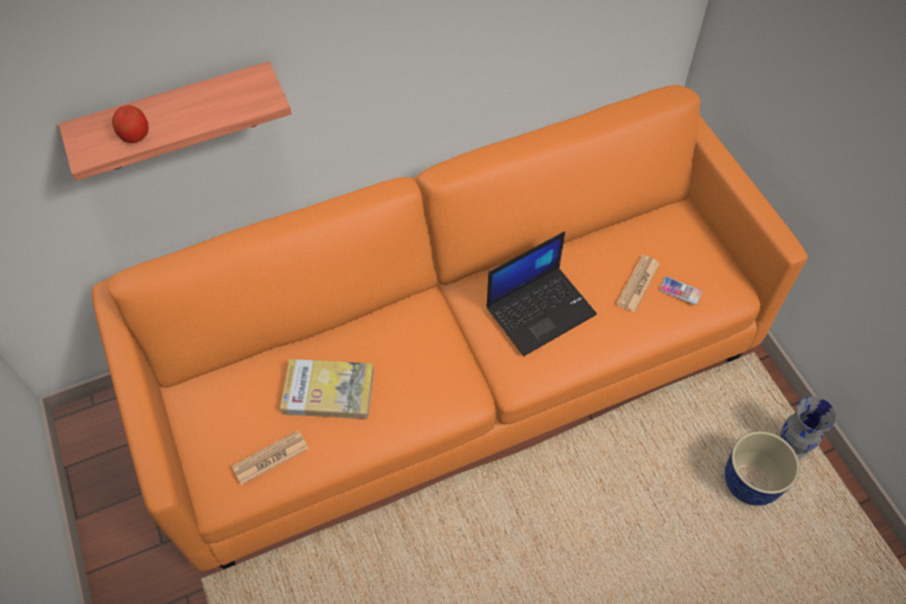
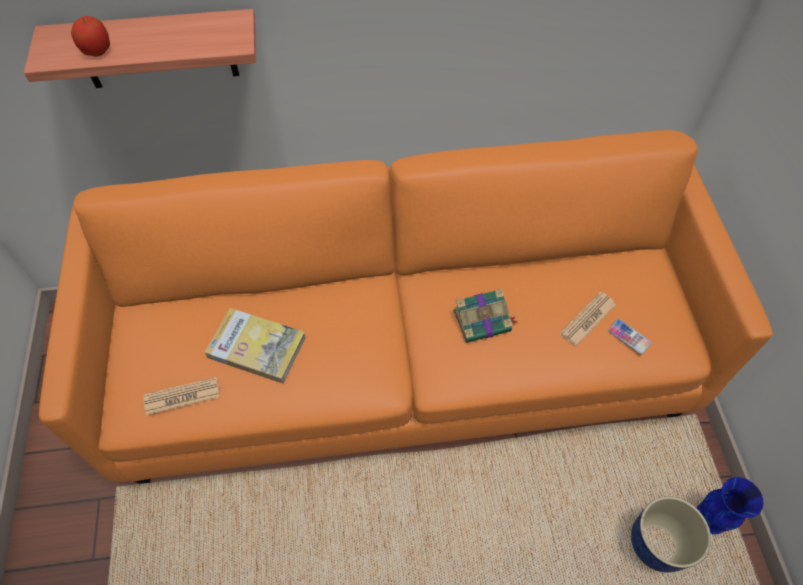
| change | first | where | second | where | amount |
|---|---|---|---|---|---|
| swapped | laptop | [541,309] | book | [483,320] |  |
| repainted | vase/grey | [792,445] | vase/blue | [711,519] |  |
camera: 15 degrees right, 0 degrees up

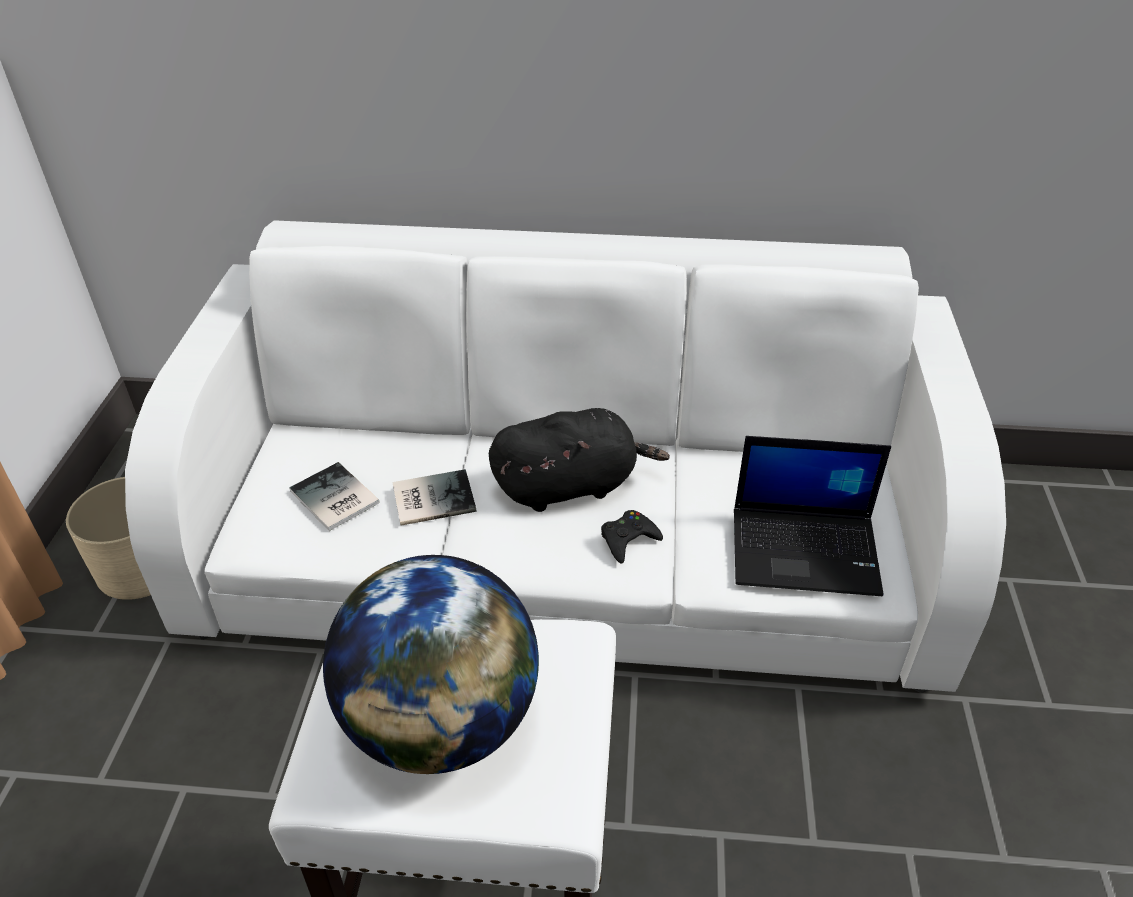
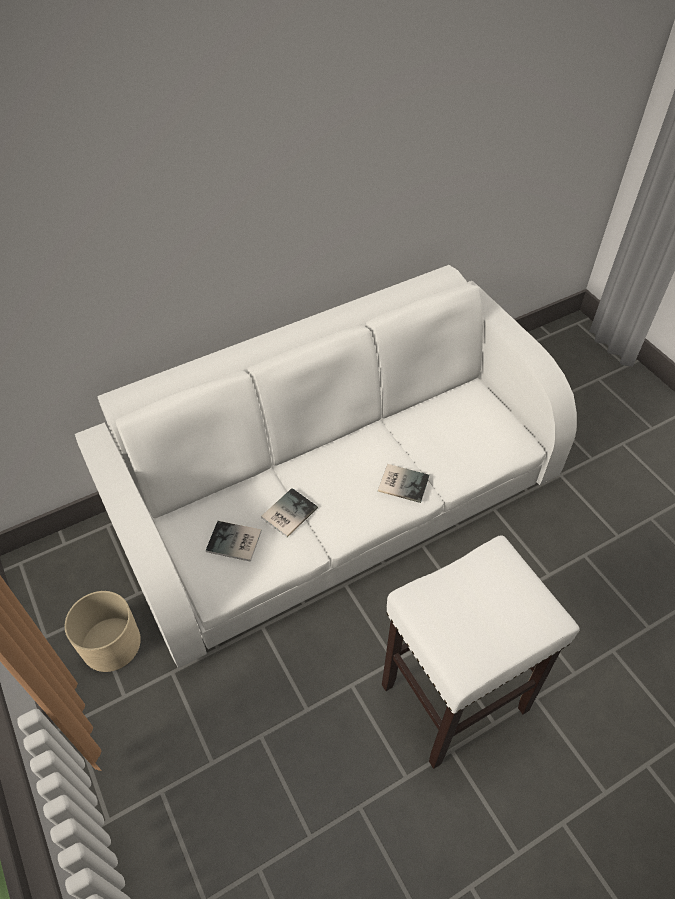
| change | first | where | second | where | amount |
|---|---|---|---|---|---|
| gone | plush toy/black | [570,486] |  |  |  |
| gone | laptop | [806,550] |  |  |  |
| swapped | game controller/black | [628,539] | book | [402,482] |  |
| gone | globe | [442,723] |  |  |  |
camera: 35 degrees left, 10 degrees up

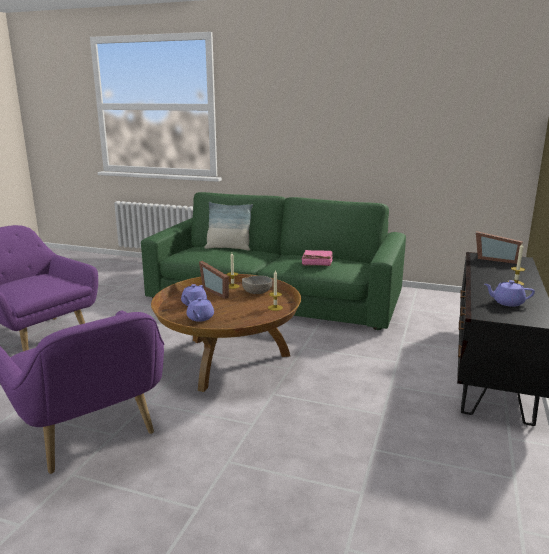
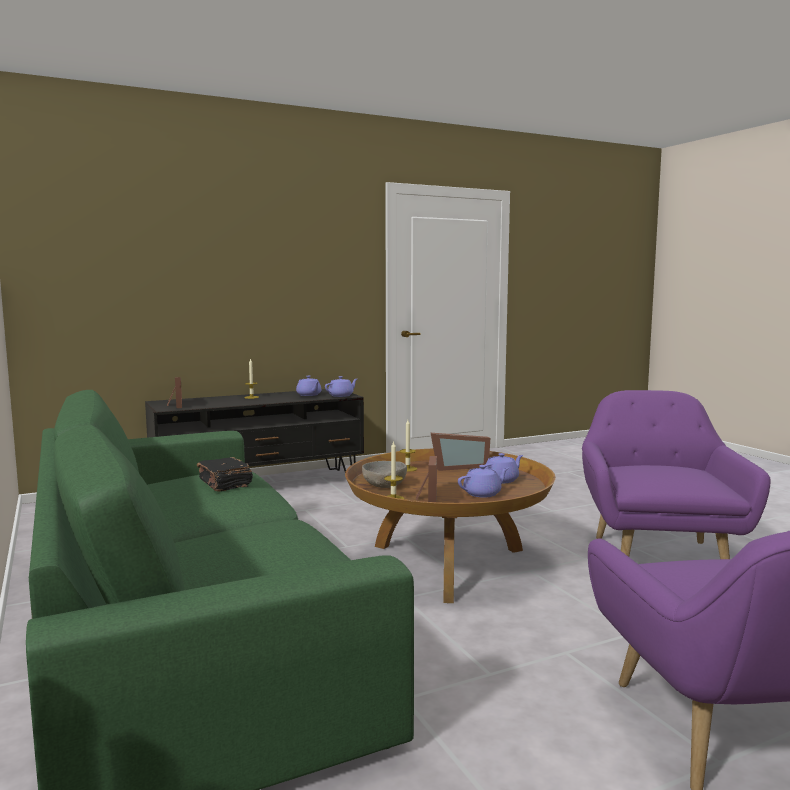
| change | first | where | second | where | amount |
|---|---|---|---|---|---|
| gone | pillow | [228,248] |  |  |  |
| repainted | book/pink | [316,264] | book/black | [225,484] |  |
| new |  |  | teapot/purple | [341,395] |  |
| new |  |  | picture frame | [458,467] |  |
camera: 135 degrees left, 10 degrees down

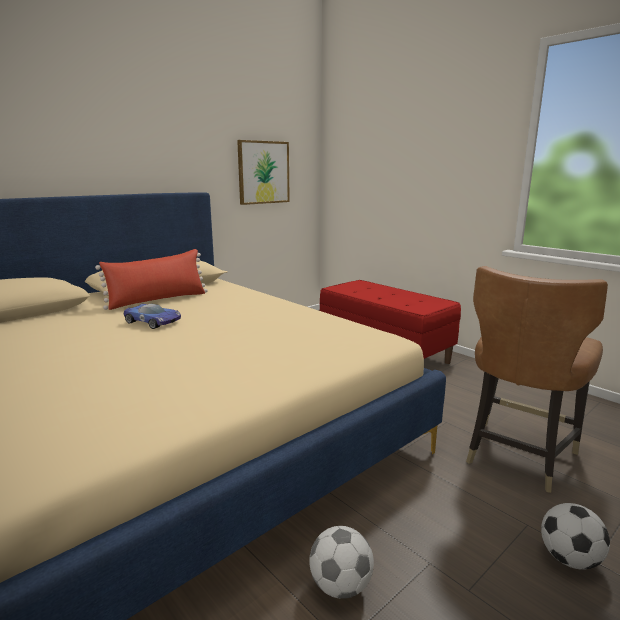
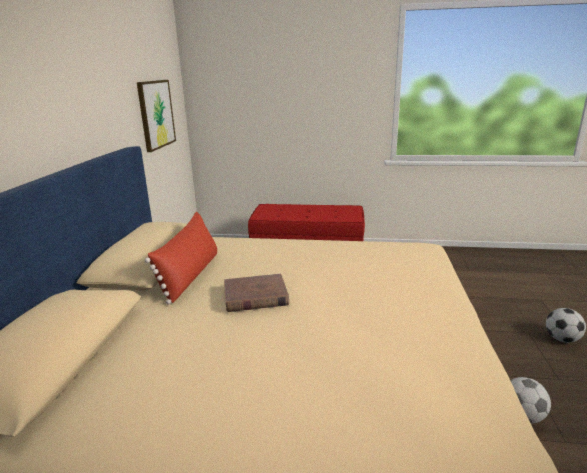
| change | first | where | second | where | amount |
|---|---|---|---|---|---|
| gone | chair/brown | [517,455] |  |  |  |
| swapped | toy car | [154,321] | book/brown | [255,296] |  |
camera: 40 degrees left, 5 degrees up

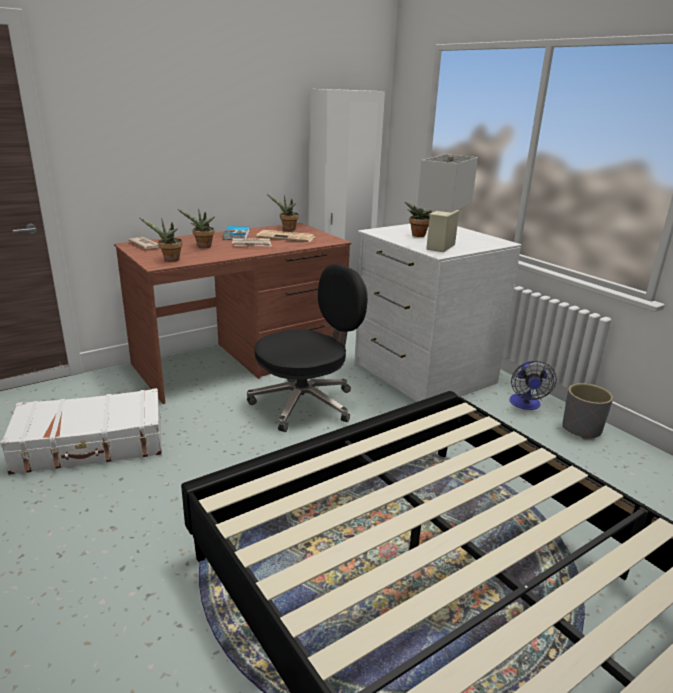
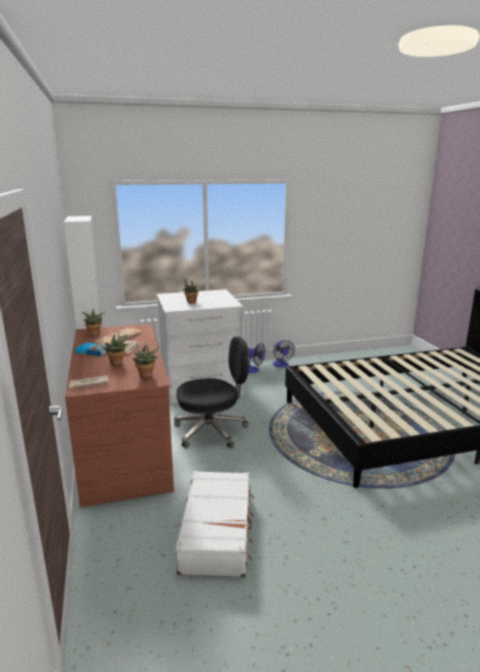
| change | first | where | second | where | amount |
|---|---|---|---|---|---|
| gone | table lamp/white | [440,247] |  |  |  |
| rotated | office chair/black | [305,403] |  | [212,431] | 90 degrees clockwise |
| swapped | planter/grey | [582,429] | fan | [281,365] |  |
camera: 70 degrees left, 5 degrees down

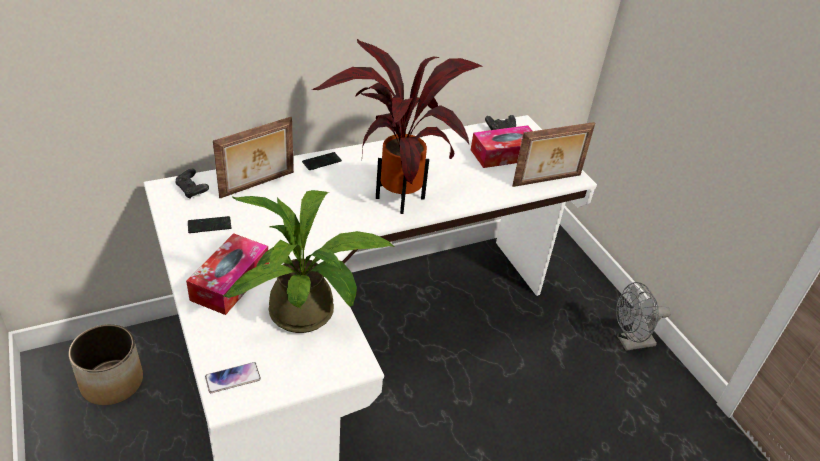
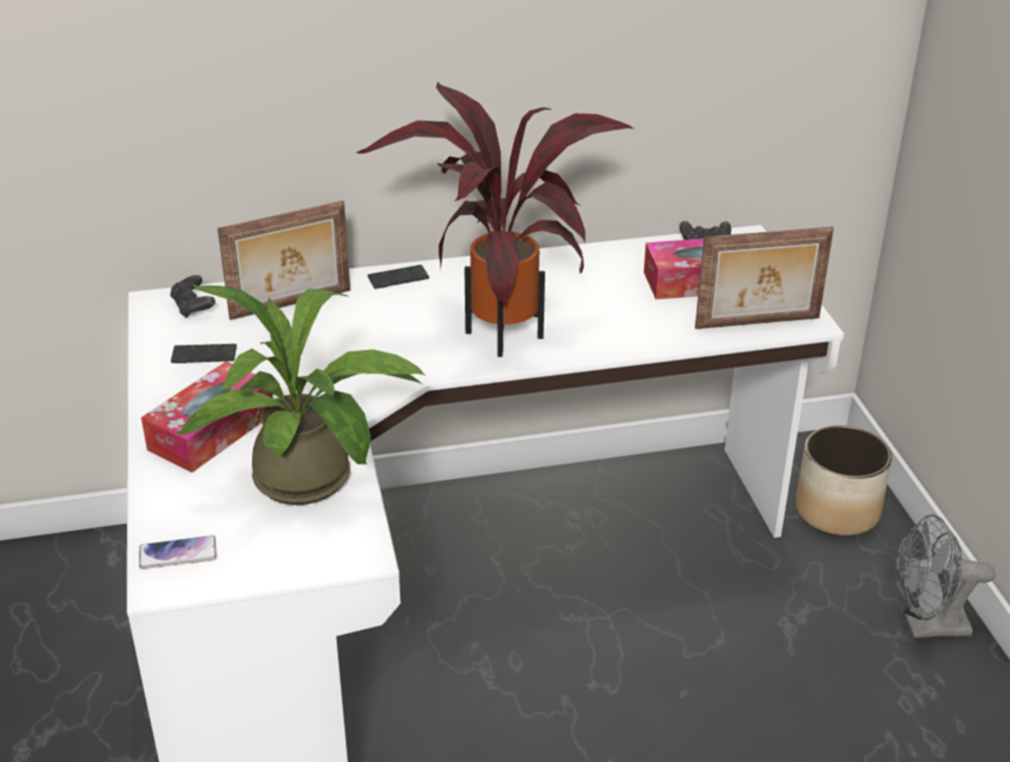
| change | first | where | second | where | amount |
|---|---|---|---|---|---|
| shifted | planter | [112,382] |  | [837,510] |  |
camera: 15 degrees right, 5 degrees down

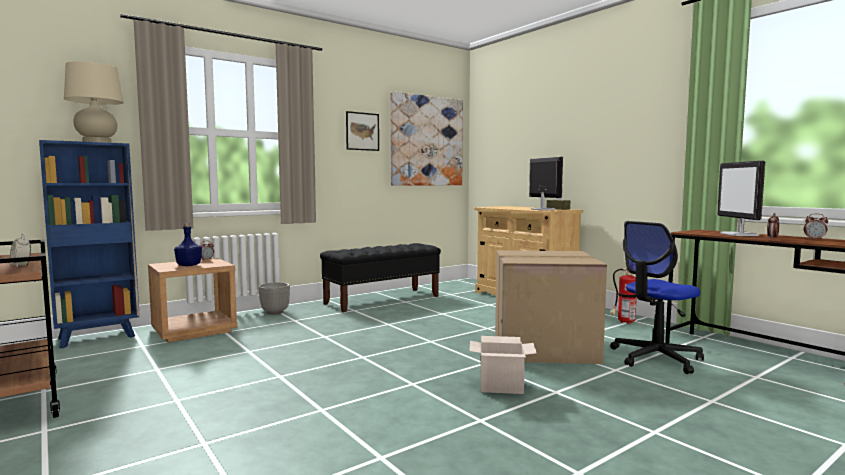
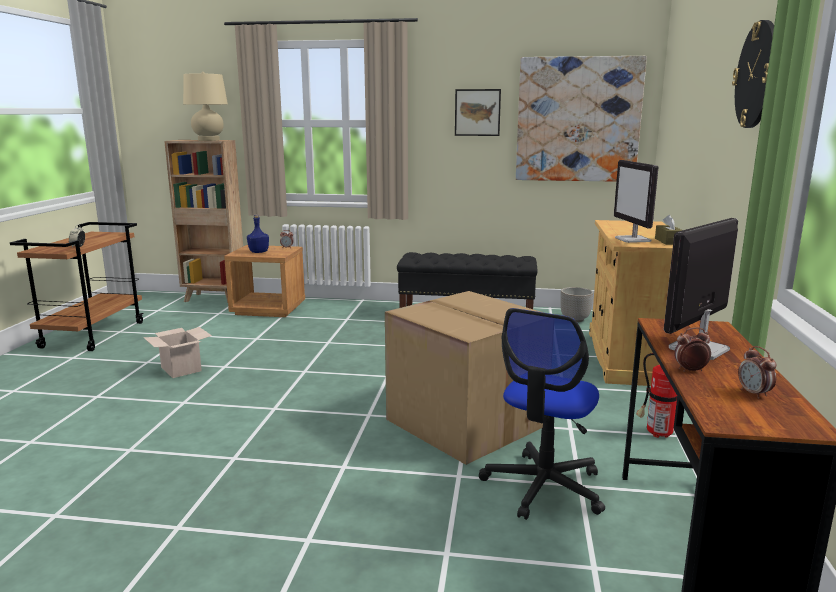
| change | first | where | second | where | amount |
|---|---|---|---|---|---|
| repainted | bookcase/blue | [99,337] | bookcase/brown | [215,299] |  |
| rotated | monitor | [542,209] |  | [633,240] | 150 degrees clockwise |
| rotated | office chair | [655,358] |  | [543,487] | 75 degrees counterclockwise |
| shifted | planter | [274,312] |  | [574,319] |  |
| shifted | cardboard box | [502,386] |  | [182,369] |  |
| new |  |  | wall clock | [757,75] |  |
camera: 45 degrees right, 10 degrees up

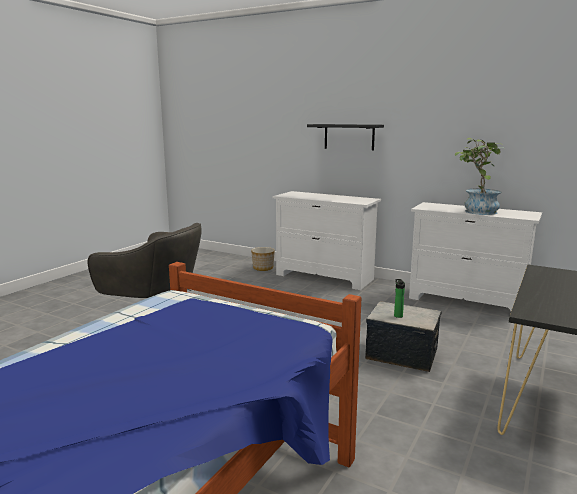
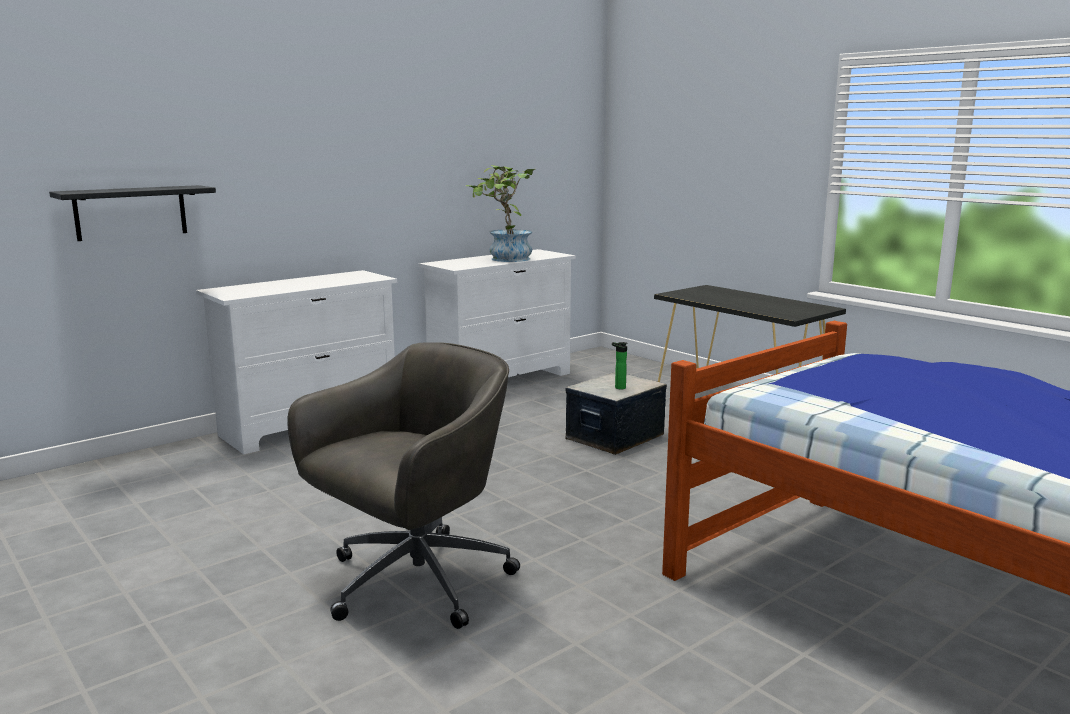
| change | first | where | second | where | amount |
|---|---|---|---|---|---|
| shifted | shelf/black | [349,136] |  | [131,212] |  |
| gone | planter | [263,268] |  |  |  |
camera: 70 degrees left, 0 degrees up

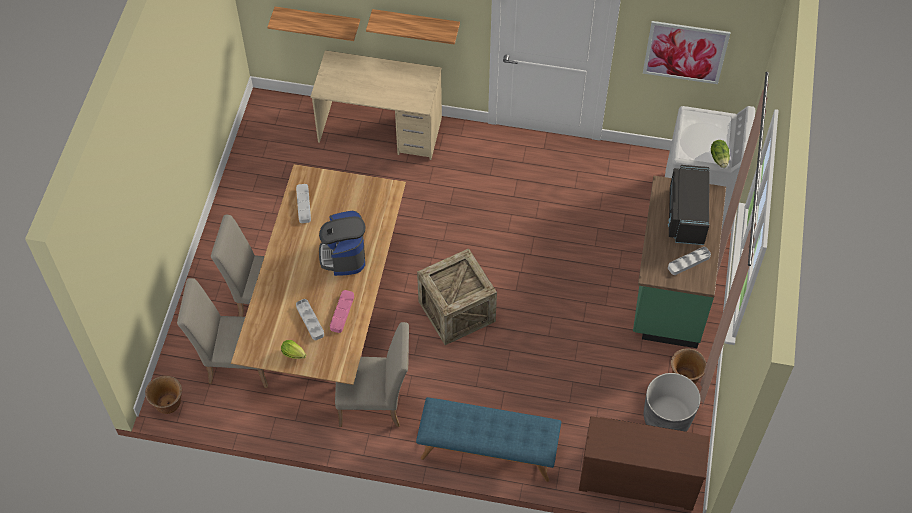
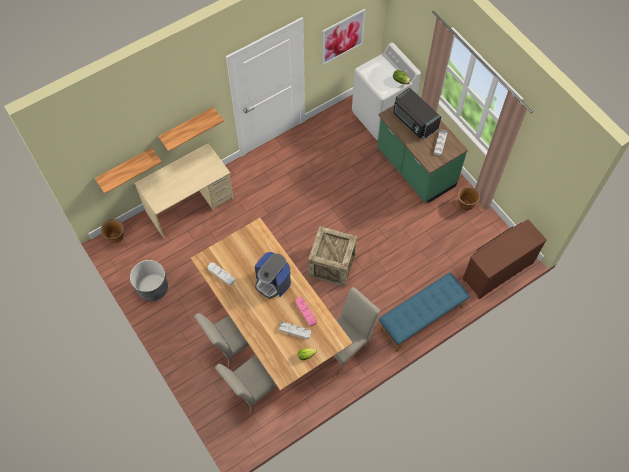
| change | first | where | second | where | amount |
|---|---|---|---|---|---|
| shifted | planter/grey | [667,418] |  | [153,288] |  |
| shifted | planter/brown | [168,404] |  | [116,237] |  |
camera: 45 degrees left, 5 degrees up

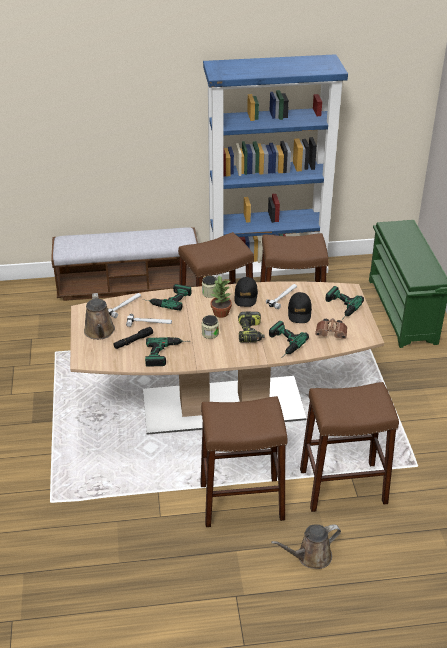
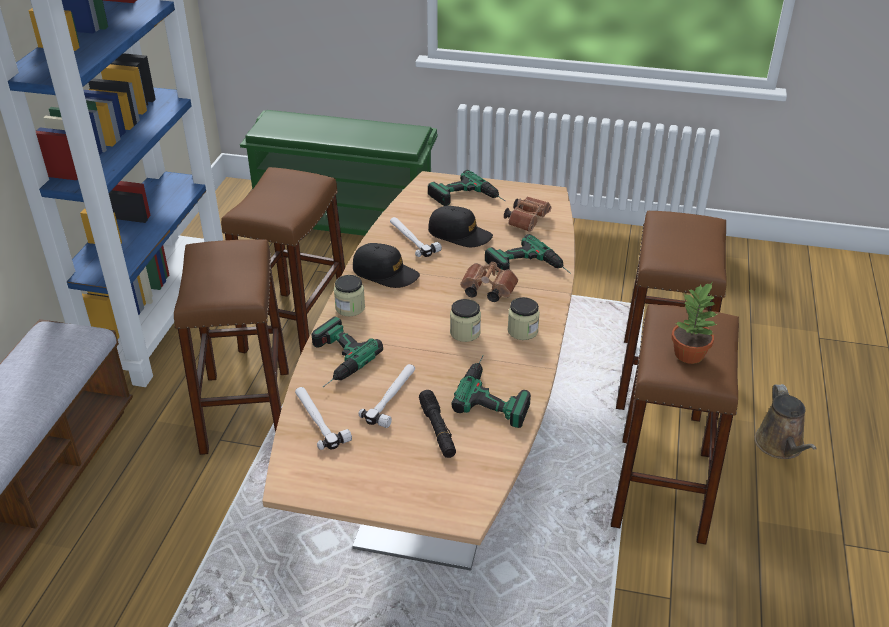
| change | first | where | second | where | amount |
|---|---|---|---|---|---|
| shifted | potted plant | [221,313] |  | [690,354] |  |
| gone | watering can/brown | [99,332] |  |  |  |
| swapped | power drill | [250,333] | binoculars/brown | [486,291] |  |
| new |  |  | jar | [522,331] |  |
camera: 70 degrees left, 0 degrees up

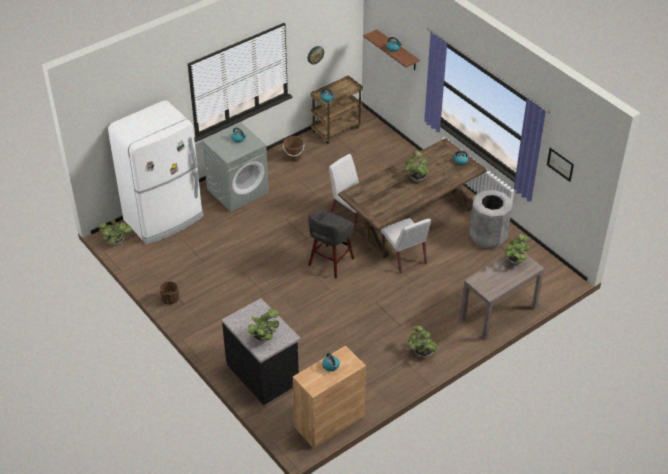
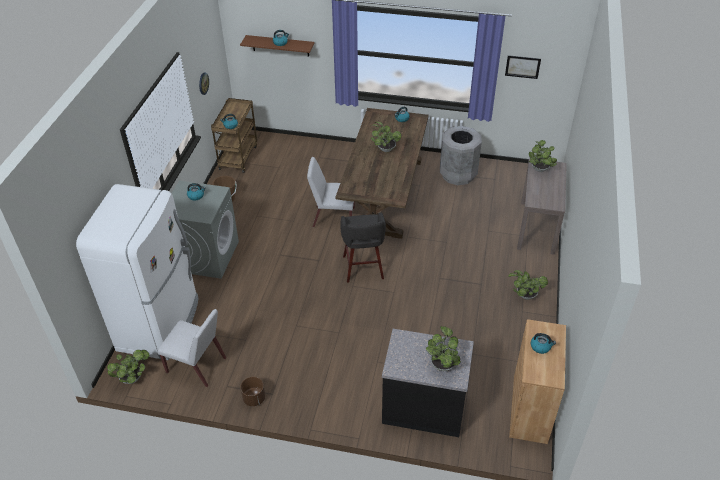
| change | first | where | second | where | amount |
|---|---|---|---|---|---|
| shifted | chair/white | [404,257] |  | [197,365] |  |
camera: 40 degrees left, 0 degrees up

